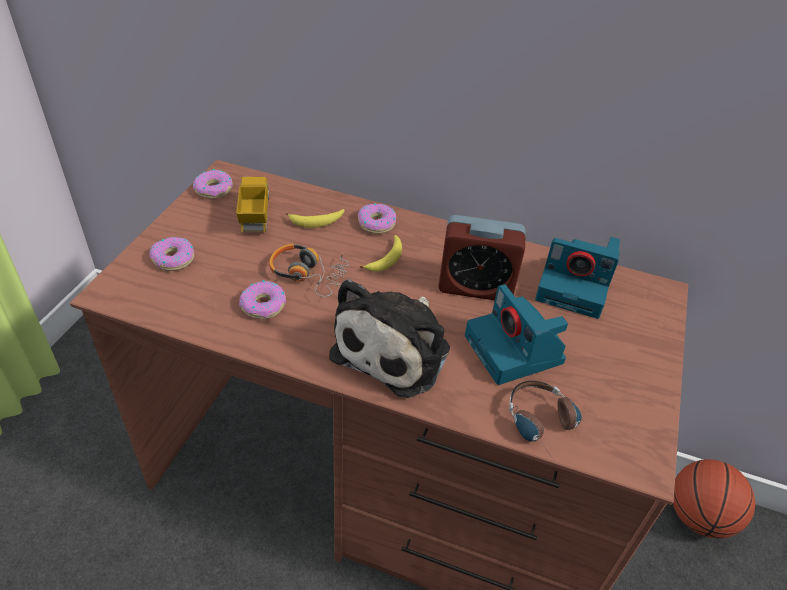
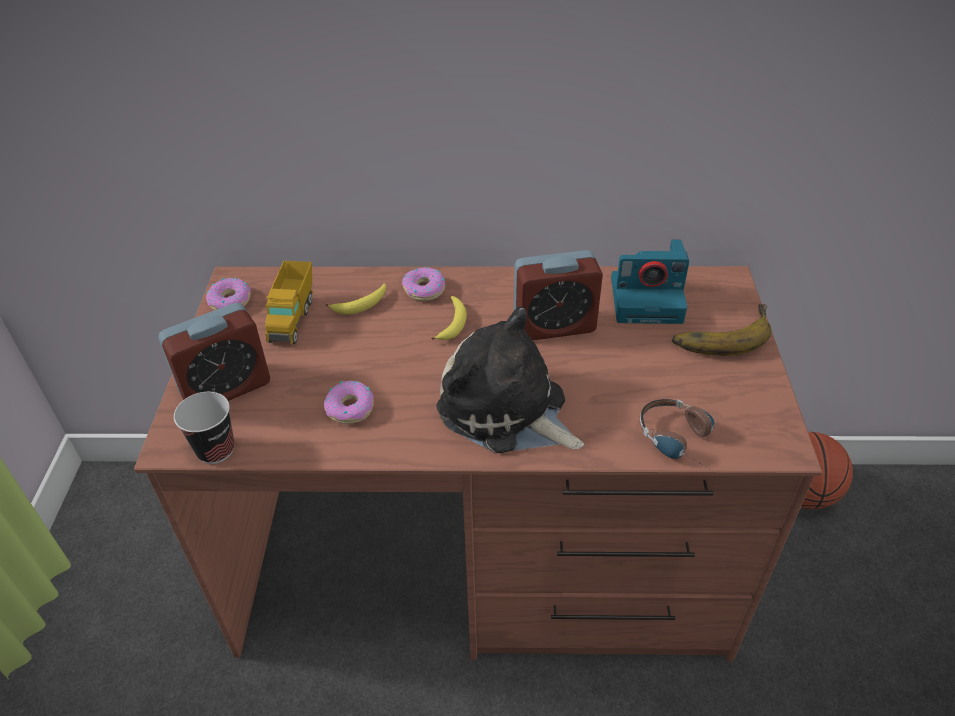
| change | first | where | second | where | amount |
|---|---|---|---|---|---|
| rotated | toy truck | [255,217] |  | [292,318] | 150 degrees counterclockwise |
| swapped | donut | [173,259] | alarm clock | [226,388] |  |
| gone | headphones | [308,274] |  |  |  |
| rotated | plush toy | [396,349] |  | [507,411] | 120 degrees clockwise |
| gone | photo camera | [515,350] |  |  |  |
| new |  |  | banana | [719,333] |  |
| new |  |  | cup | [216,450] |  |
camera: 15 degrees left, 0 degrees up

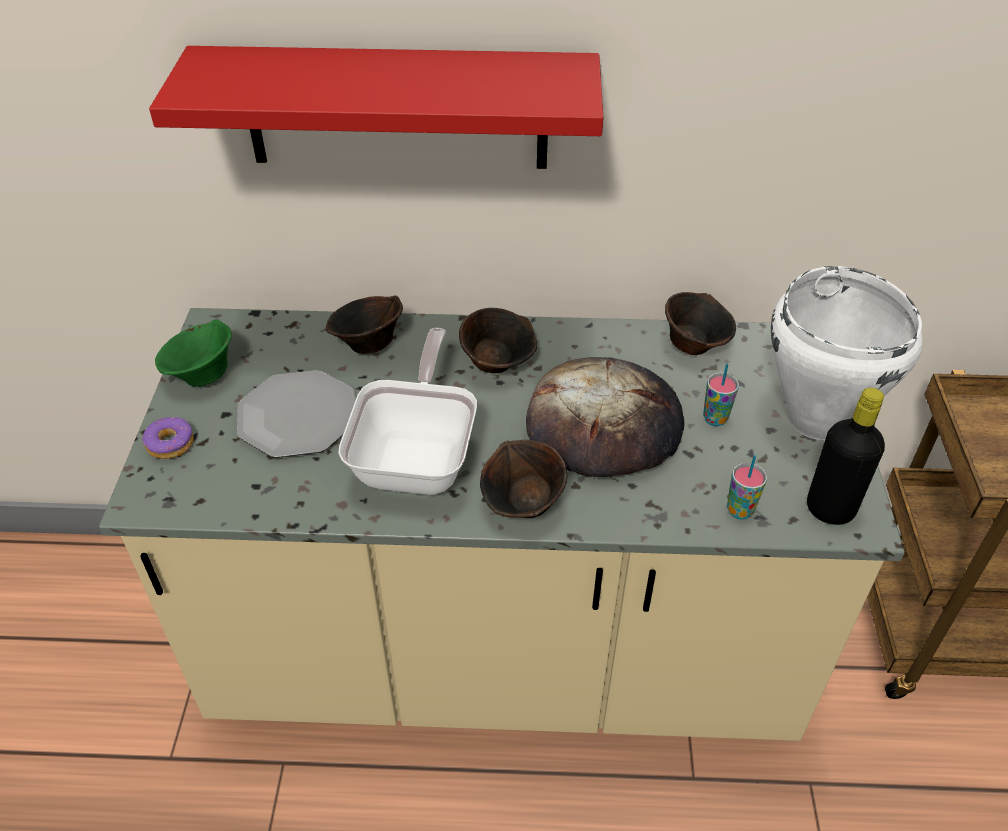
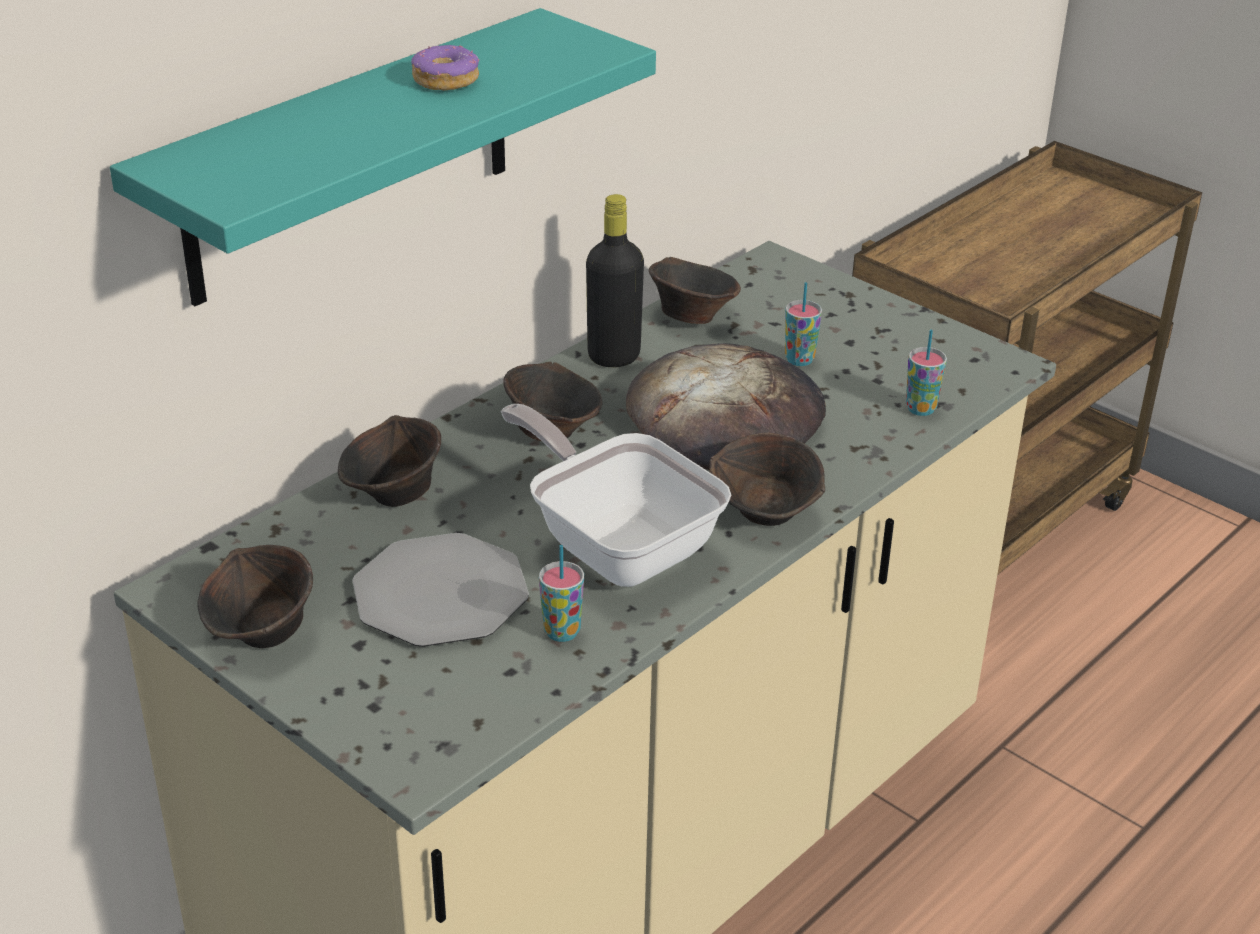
| change | first | where | second | where | amount |
|---|---|---|---|---|---|
| repainted | shelf/red | [396,108] | shelf/turquoise | [350,157] |  |
| gone | cooking pot/white | [815,421] |  |  |  |
| repainted | bowl/green | [202,375] | bowl/brown | [262,634] |  |
| shifted | bottle/black | [830,509] |  | [614,356] |  |
| shifted | donut | [171,444] |  | [445,80] |  |
| new |  |  | cup | [562,632] |  |
camera: 50 degrees left, 10 degrees down

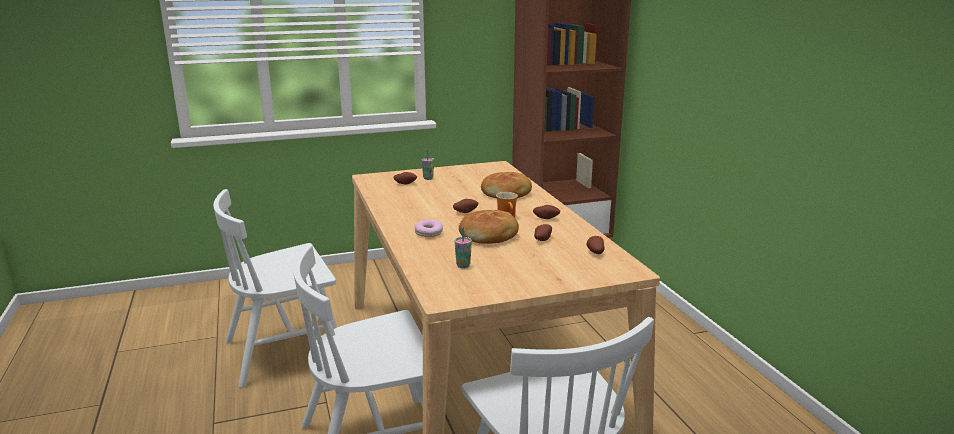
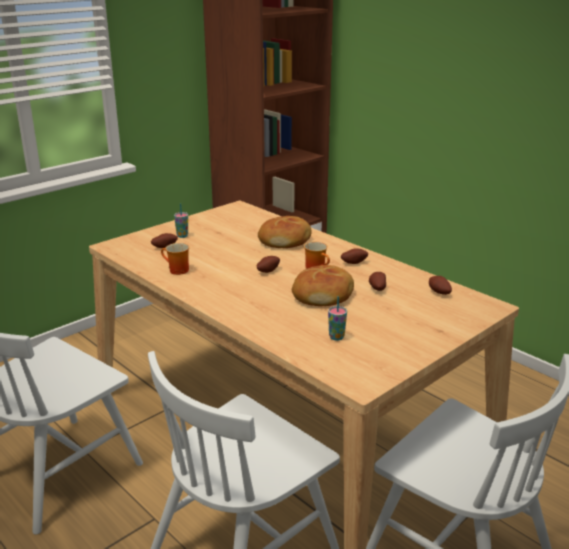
| change | first | where | second | where | amount |
|---|---|---|---|---|---|
| gone | donut | [428,233] |  |  |  |
| new |  |  | mug | [176,270] |  |
camera: 25 degrees left, 5 degrees up

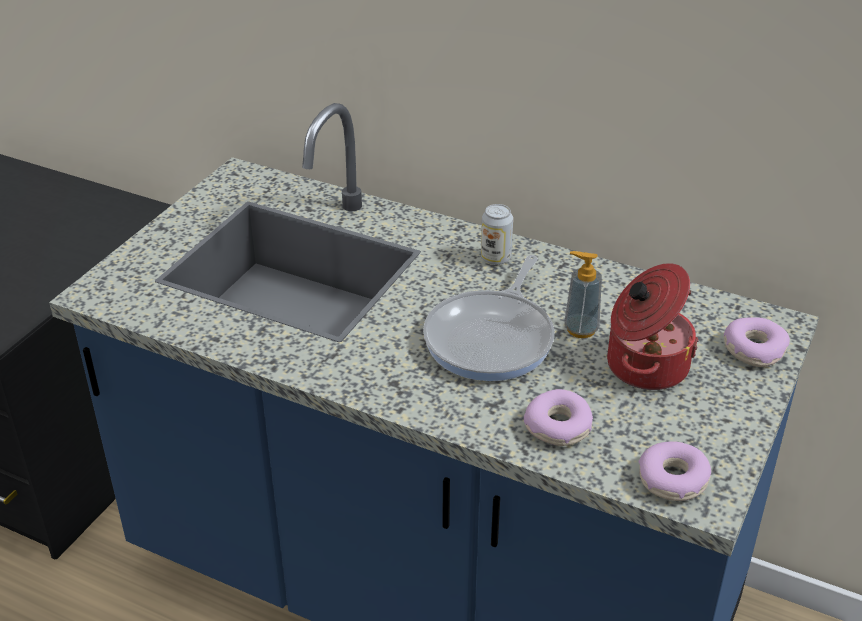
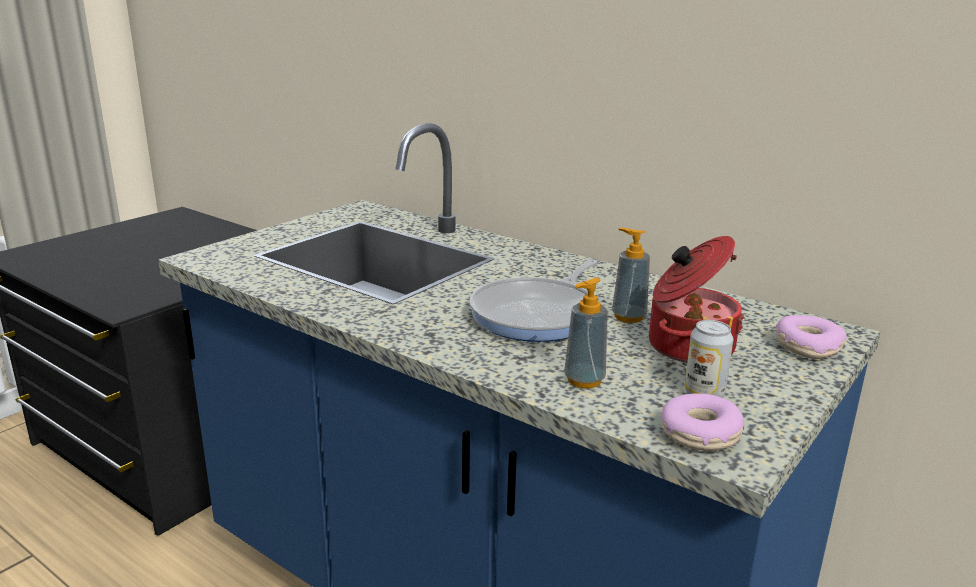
| change | first | where | second | where | amount |
|---|---|---|---|---|---|
| shifted | can | [495,258] |  | [704,393] |  |
| swapped | donut | [558,427] | soap dispenser | [584,380] |  |
camera: 10 degrees right, 15 degrees down

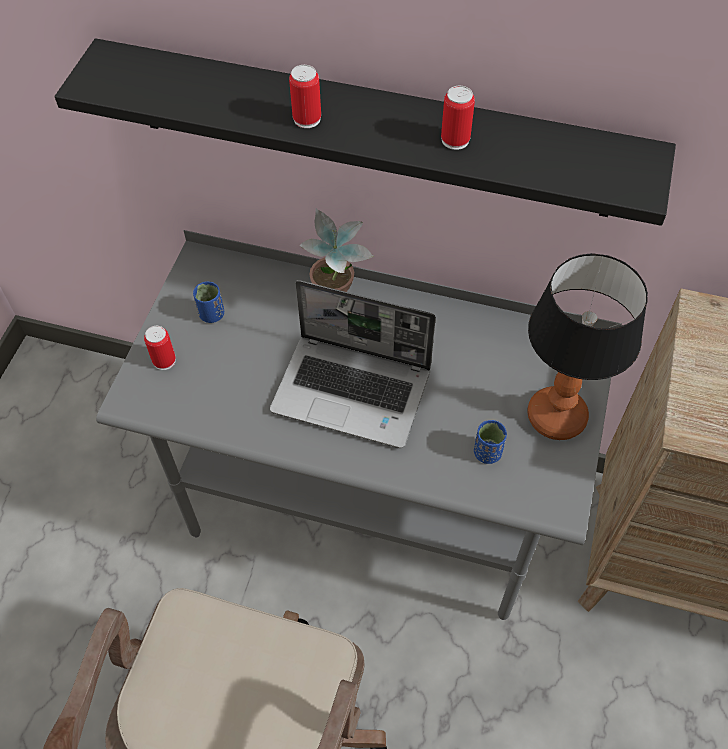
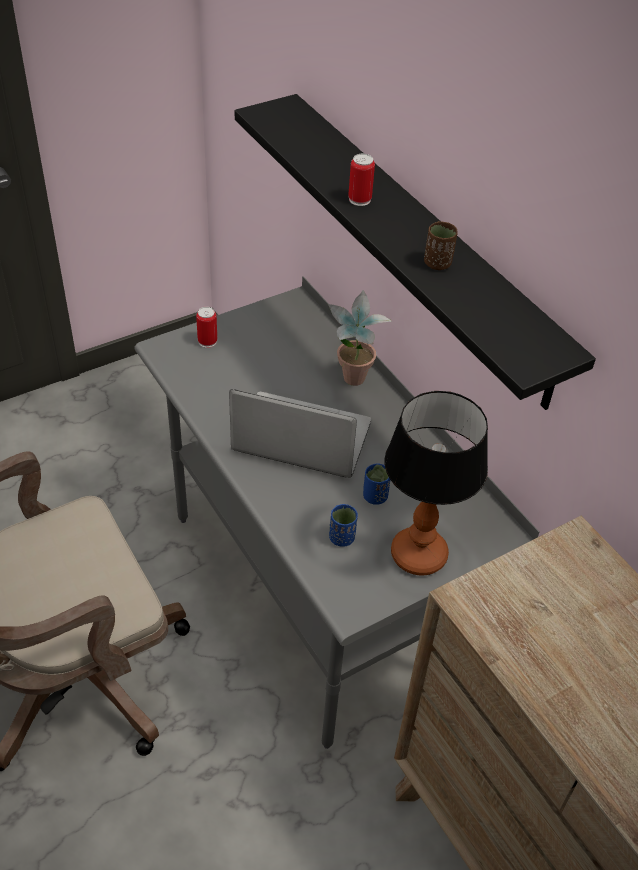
| change | first | where | second | where | amount |
|---|---|---|---|---|---|
| swapped | can | [455,140] | cup/brown | [437,263] |  |
| rotated | laptop | [354,391] |  | [299,439] | 135 degrees clockwise |
| shifted | cup/blue | [211,314] |  | [375,496] |  |
camera: 40 degrees right, 10 degrees down

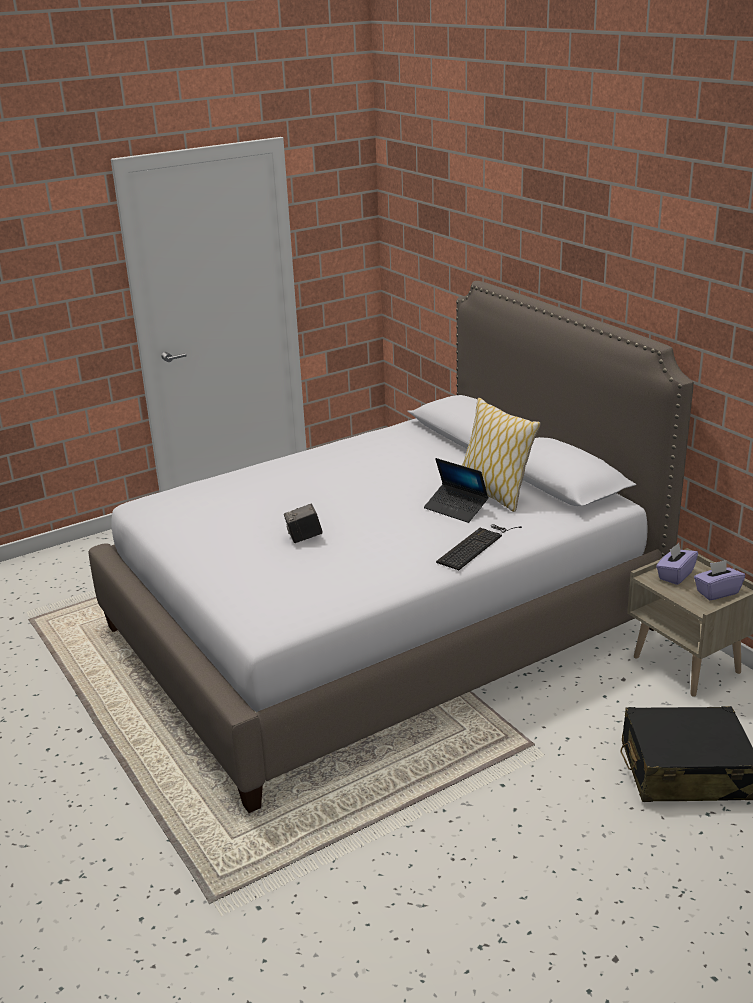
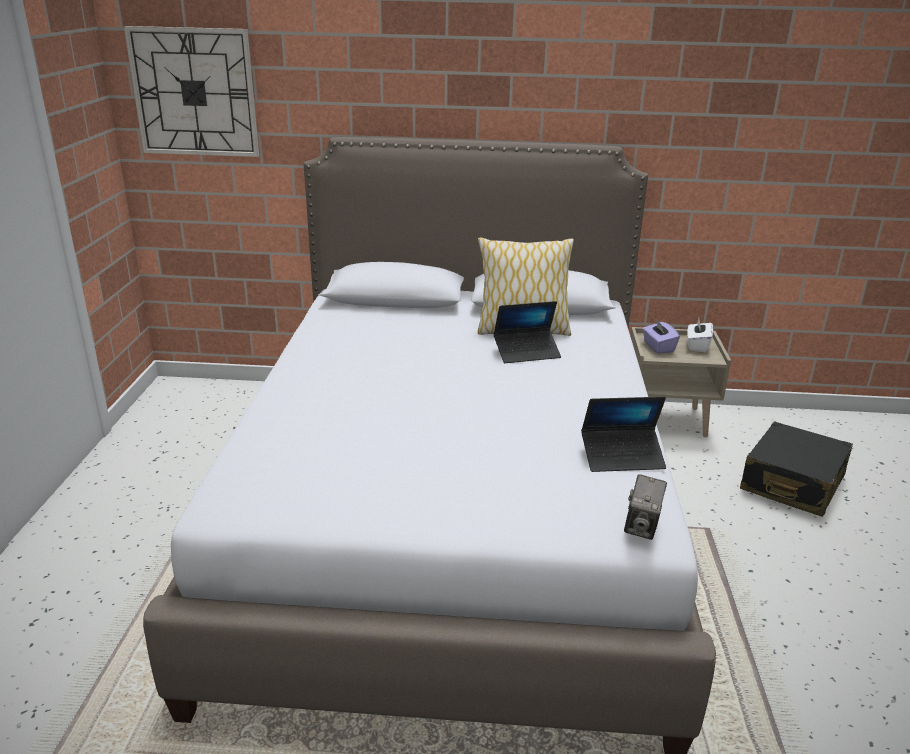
| change | first | where | second | where | amount |
|---|---|---|---|---|---|
| shifted | photo camera | [304,537] |  | [642,526] |  |
| gone | keyboard | [476,545] |  |  |  |
| repainted | tissue box/purple | [717,592] | tissue box/white | [697,346] |  |
| new |  |  | wall clock | [194,92] |  |
| new |  |  | laptop | [622,457] |  |
camera: 55 degrees left, 0 degrees up

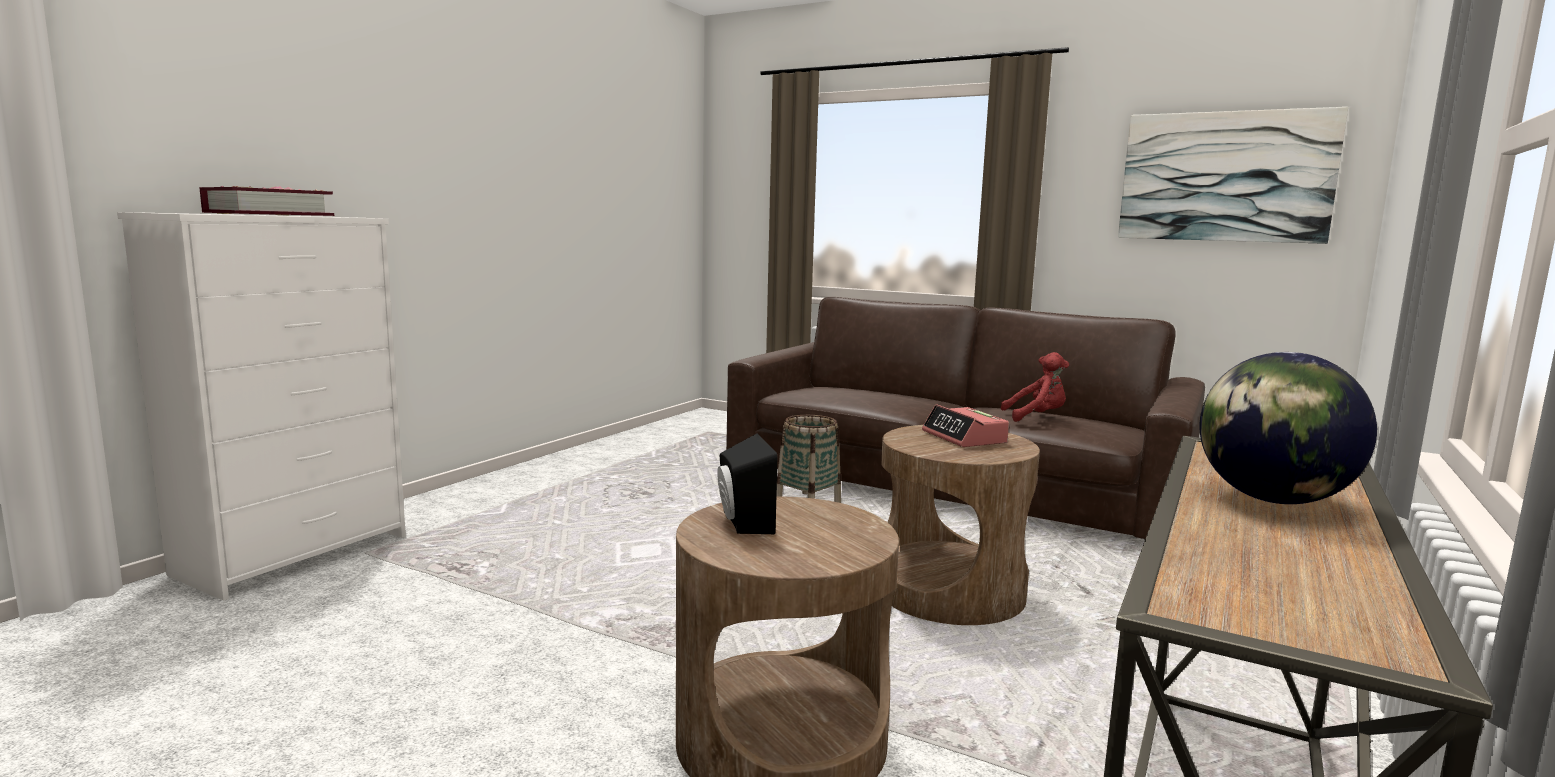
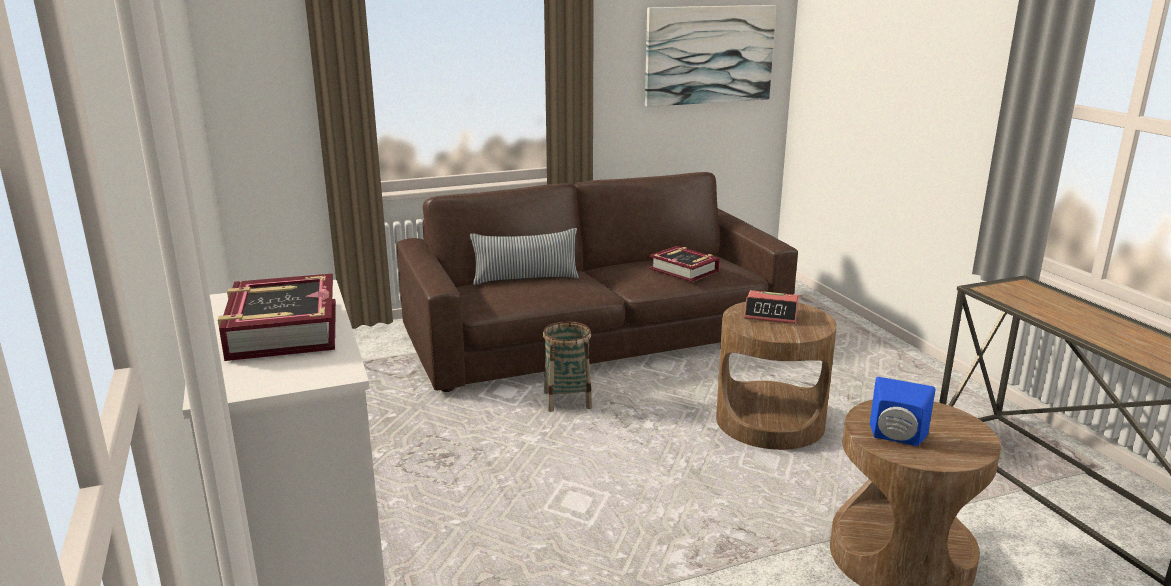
| change | first | where | second | where | amount |
|---|---|---|---|---|---|
| swapped | plush toy/red | [1036,417] | book | [684,270] |  |
| gone | globe | [1273,500] |  |  |  |
| repainted | speaker/black | [742,522] | speaker/blue | [896,438] |  |
| new |  |  | pillow | [525,279] |  |
camera: 50 degrees left, 10 degrees up

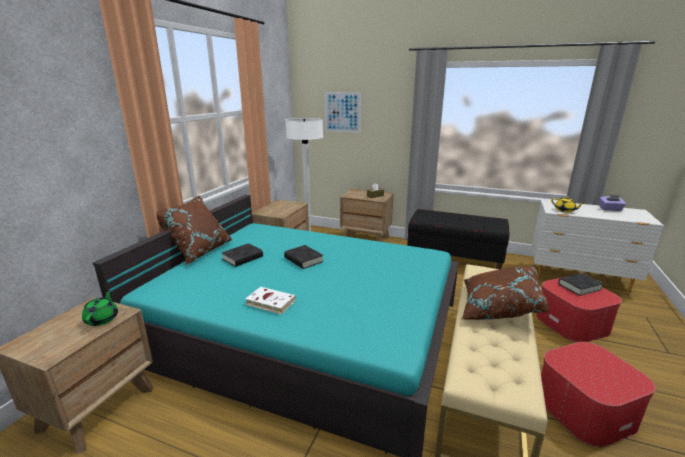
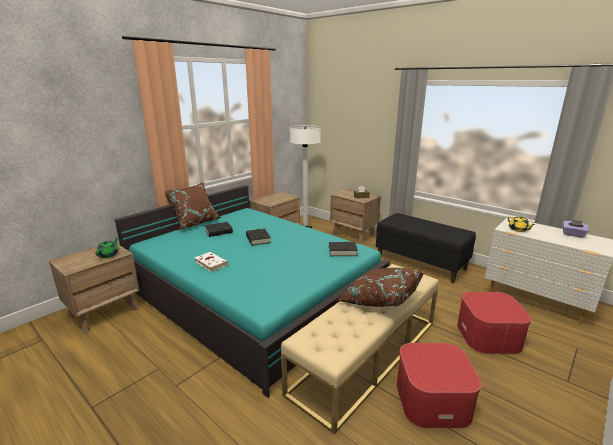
| change | first | where | second | where | amount |
|---|---|---|---|---|---|
| gone | picture | [342,112] |  |  |  |
| shifted | book/black | [579,287] |  | [342,251] |  |
camera: 20 degrees right, 0 degrees up

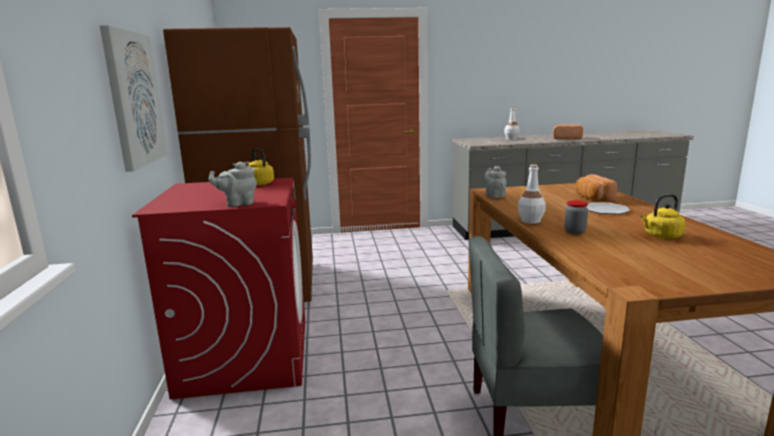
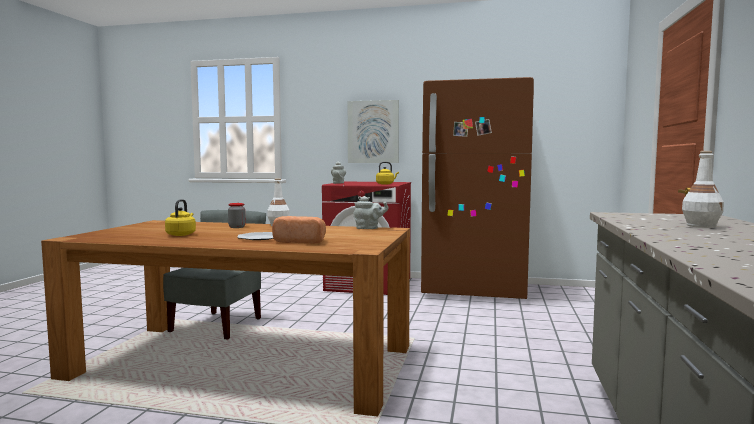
| change | first | where | second | where | amount |
|---|---|---|---|---|---|
| gone | bread | [566,138] |  |  |  |
camera: 110 degrees right, 10 degrees down

